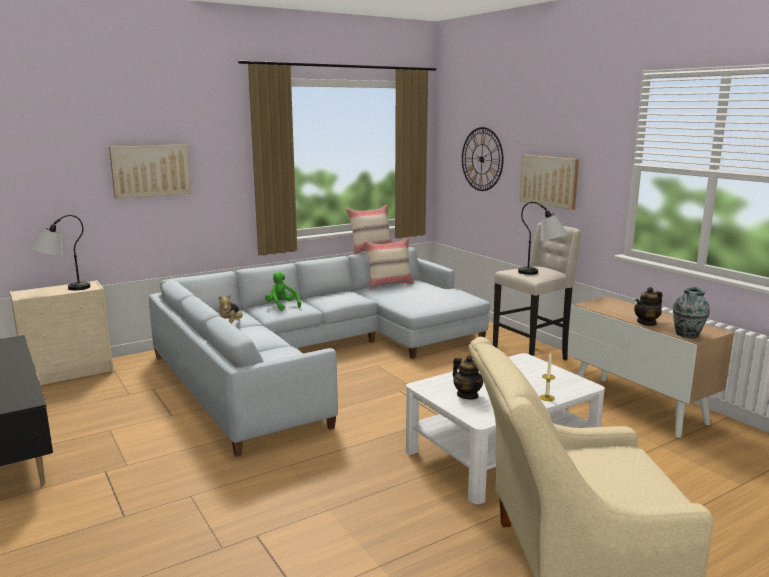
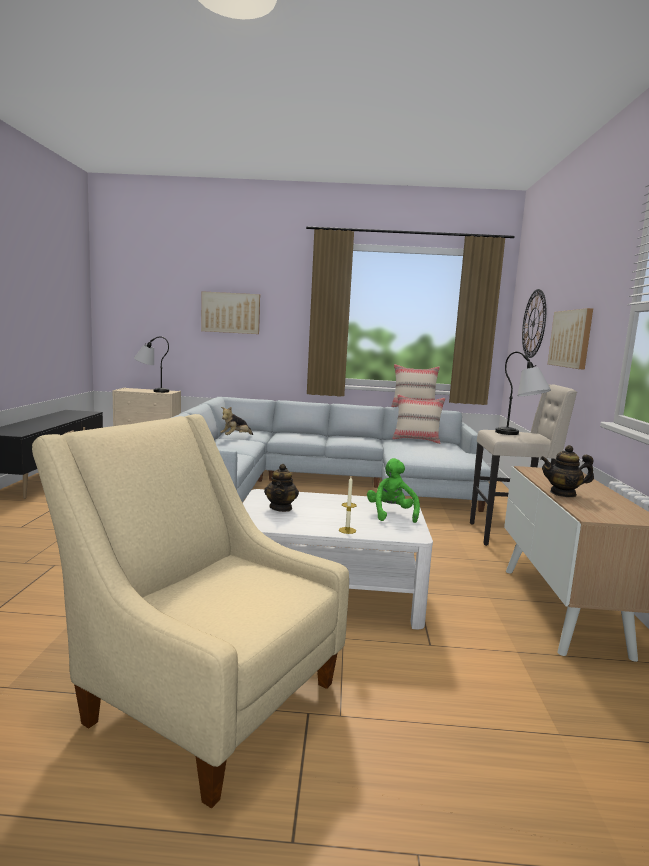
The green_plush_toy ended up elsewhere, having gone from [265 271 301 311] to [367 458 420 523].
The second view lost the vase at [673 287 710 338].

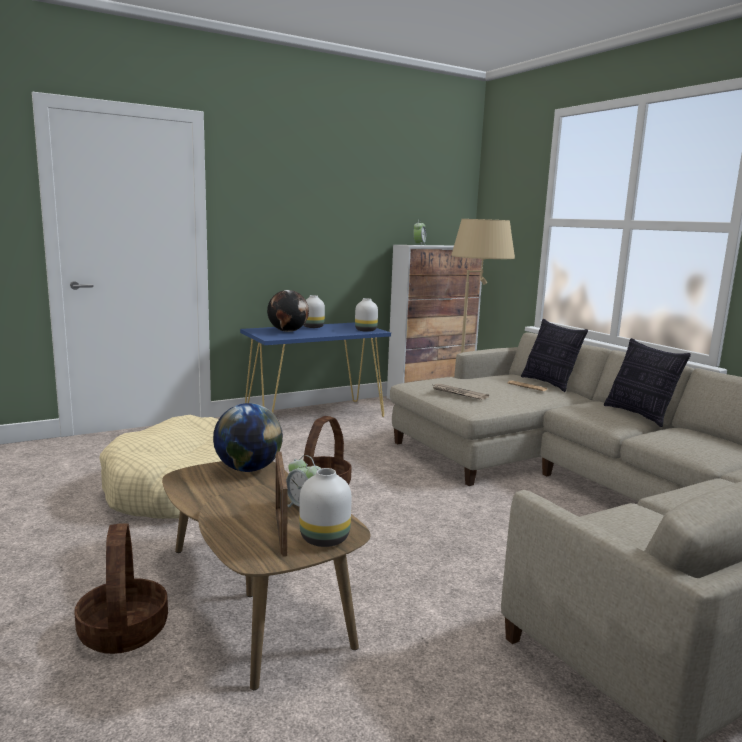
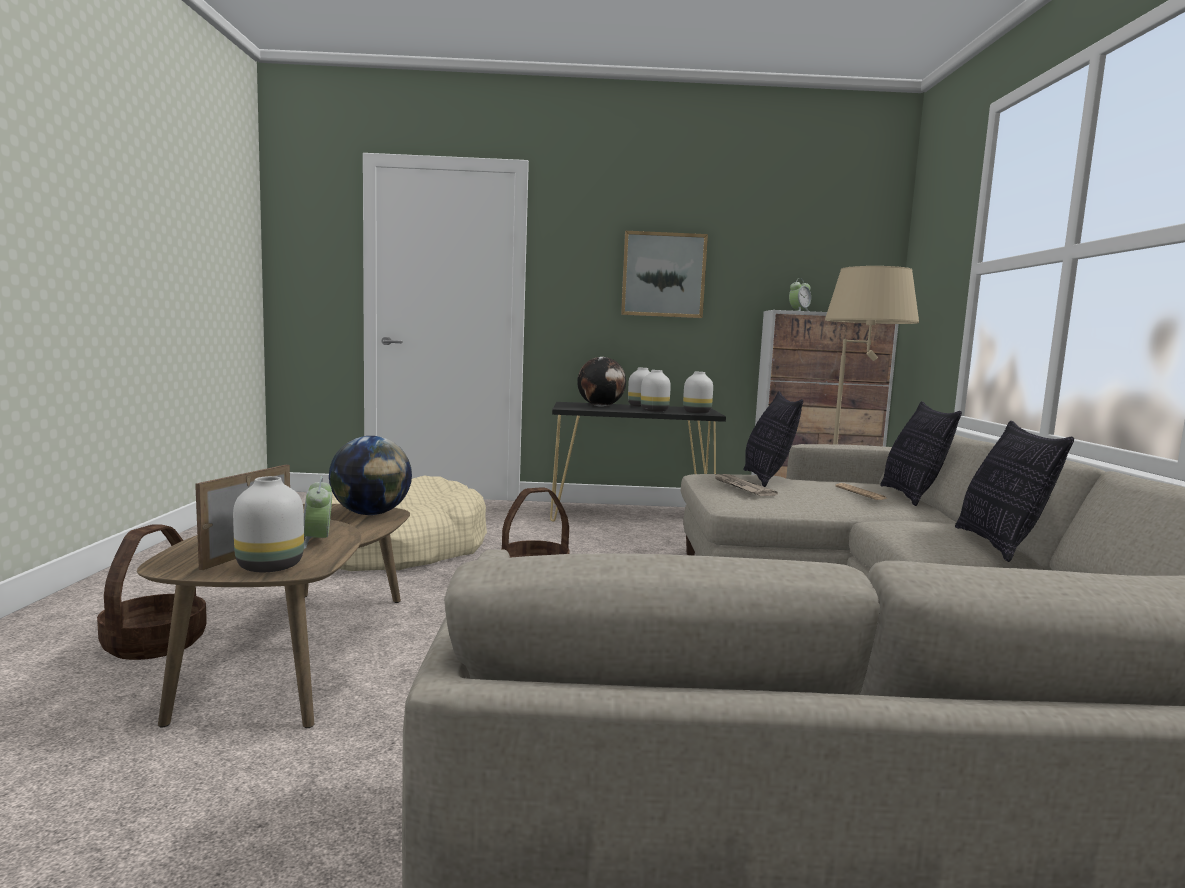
What was the blue_console_table at [240 322 391 417] turned into the black_console_table at [550 402 726 522].
The second view gained the picture at [621 231 708 318].
The second view gained the white_vase at [641 370 671 412].
The second view gained the pillow at [744 392 803 487].

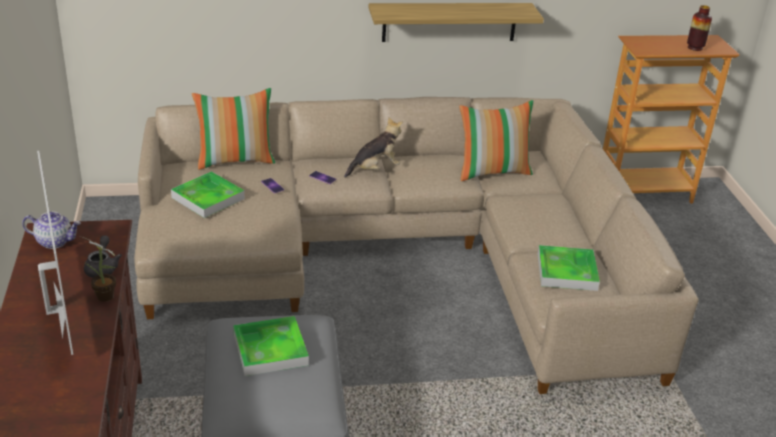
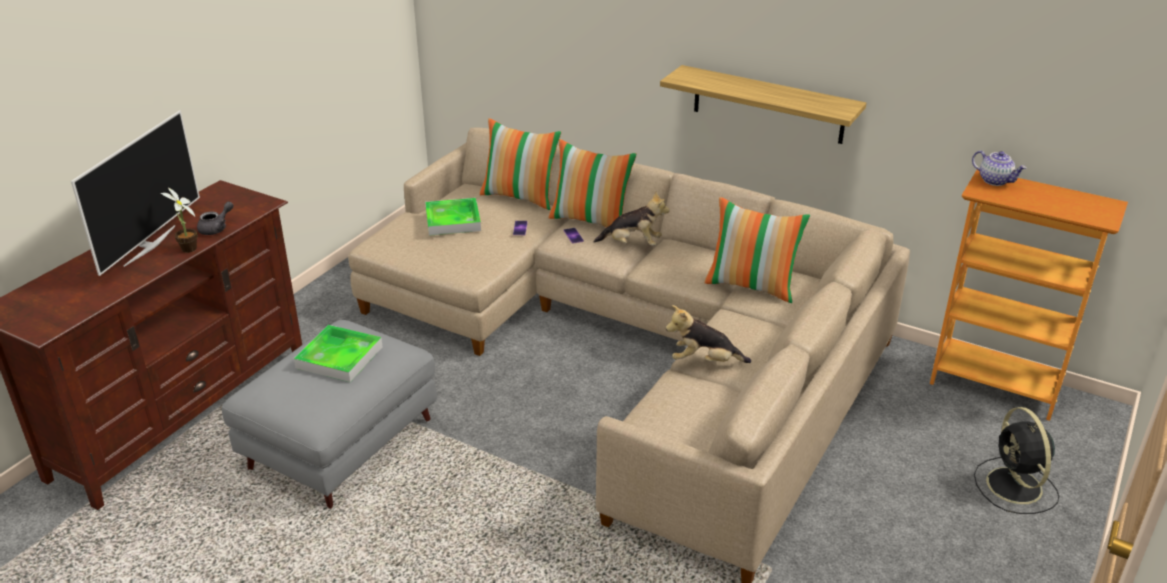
The second view gained the pillow at [549 139 637 227].
The second view gained the plush_toy at [666 305 751 363].
The teapot ended up elsewhere, having gone from [22 212 81 249] to [972 150 1027 186].
The second view gained the black_fan at [974 407 1059 514].
The second view lost the tray at [538 245 600 291].
The second view lost the vase at [687 5 712 51].

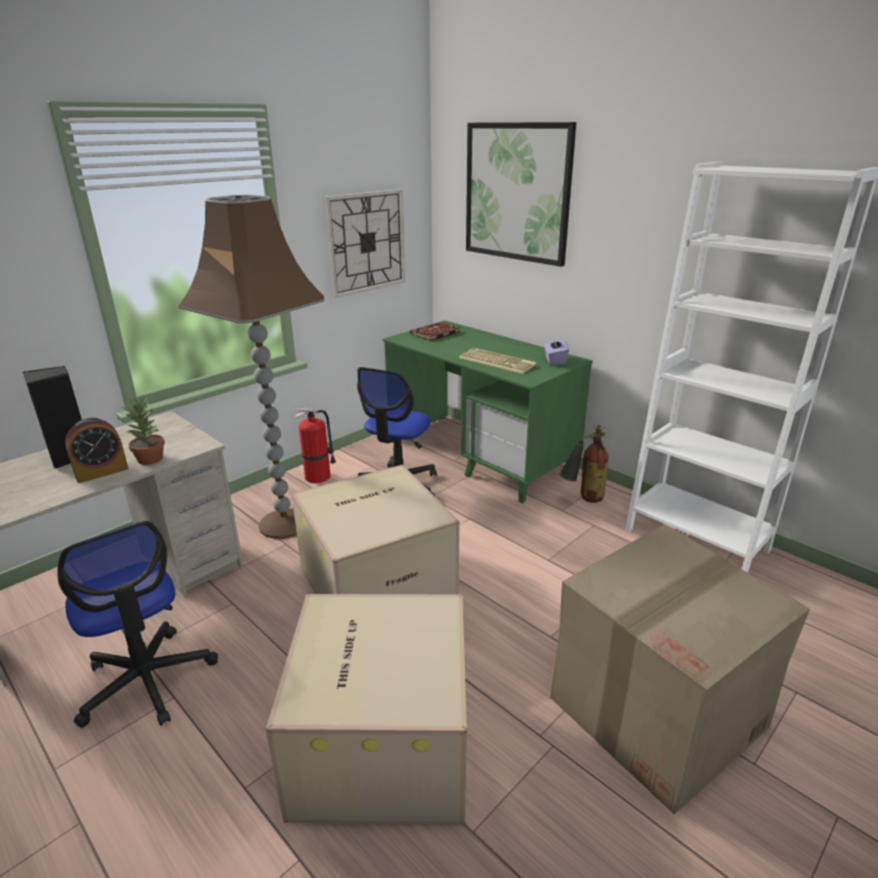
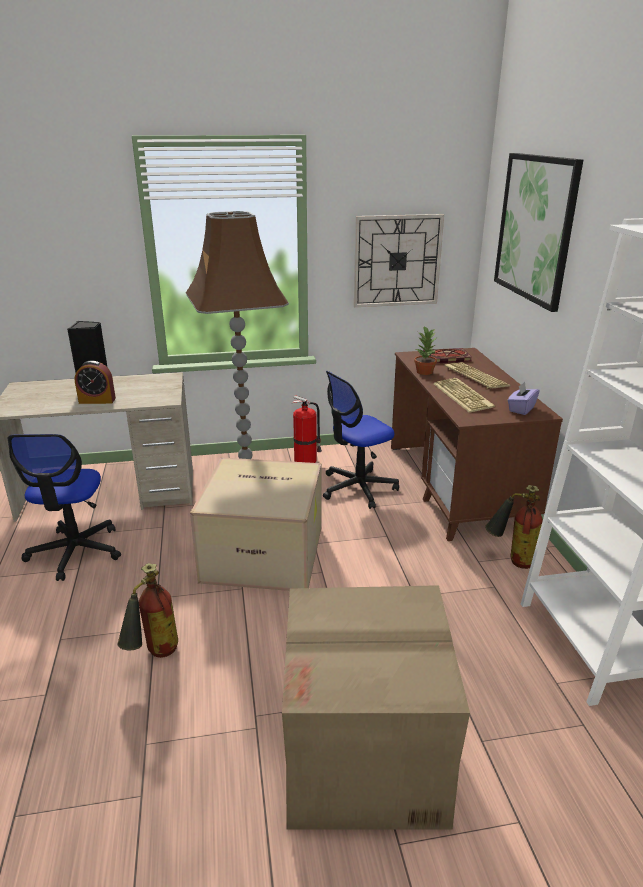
Where the cardboard_box stood at [266 594 467 824], the fire_extinguisher came to stand at [118 563 178 658].
What was the green_desk at [383 320 593 503] turned into the brown_desk at [391 348 563 541].
The potted_plant ended up elsewhere, having gone from [122 396 165 465] to [414 326 437 375].
The second view gained the keyboard at [444 362 511 389].

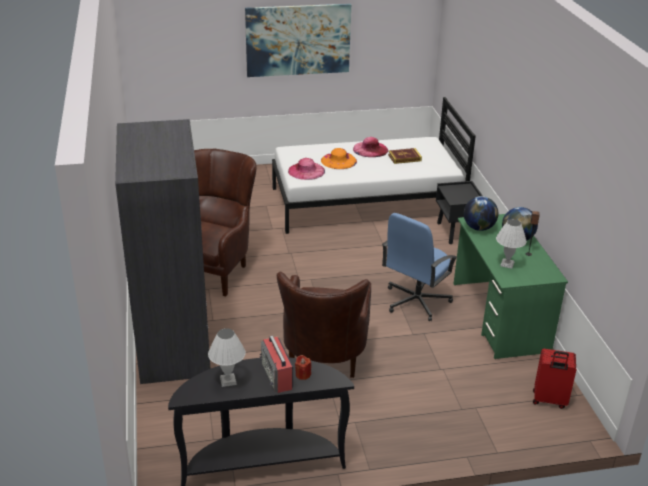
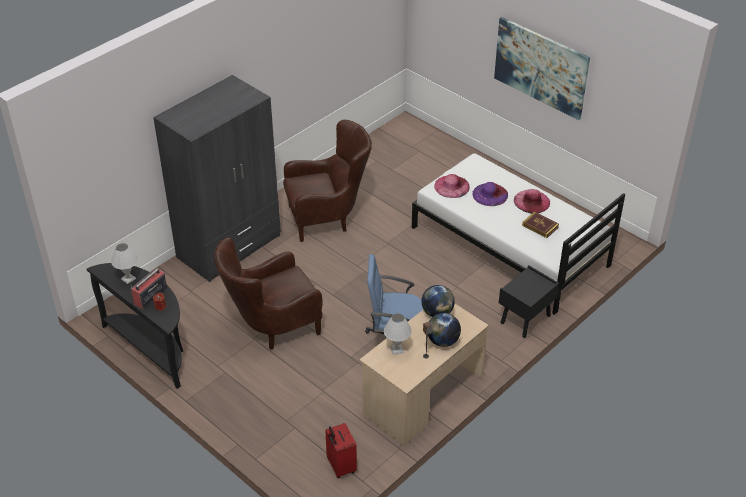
What was the green_desk at [454 214 568 359] turned into the beige_desk at [359 303 489 446].
What was the orange_hat at [321 148 357 169] turned into the purple_hat at [472 182 508 206].

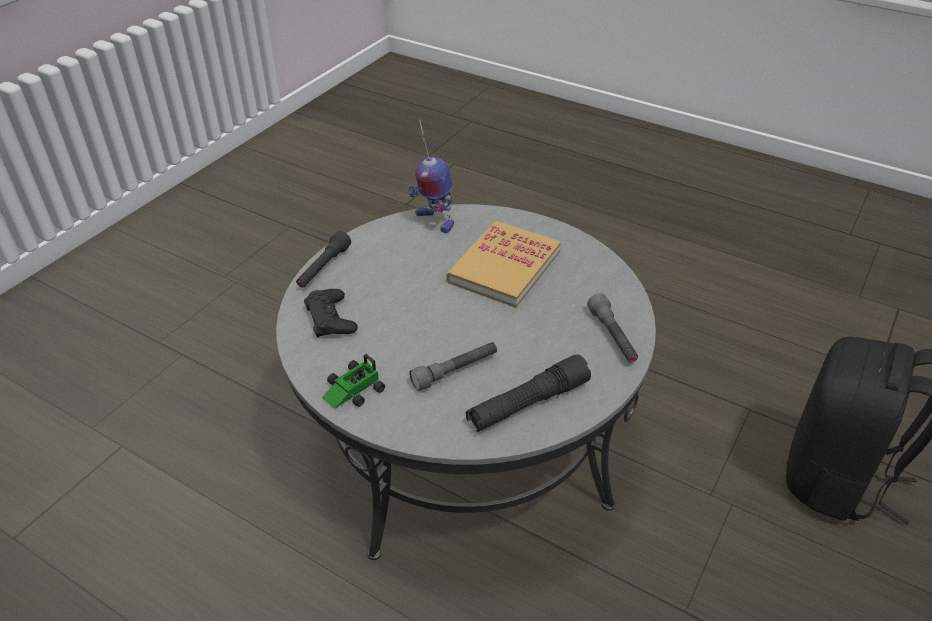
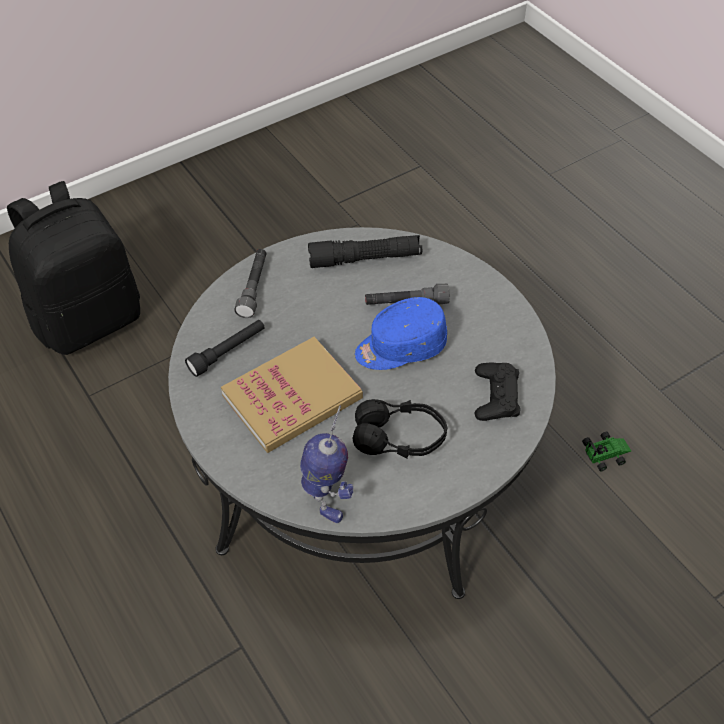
The black_flashlight ended up elsewhere, having gone from [296 231 351 288] to [185 320 265 377].
The second view gained the black_headphones at [353 399 448 459].
The second view gained the blue_cap at [355 297 447 370].
The toy_car ended up elsewhere, having gone from [322 354 385 409] to [582 432 631 471].

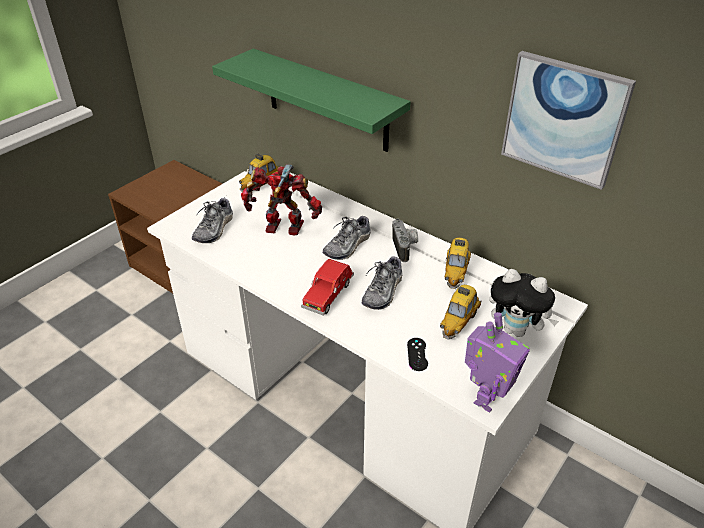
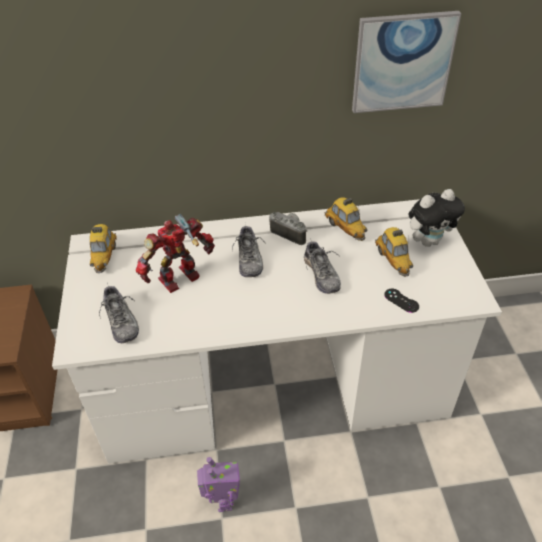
The toy_robot ended up elsewhere, having gone from [465 312 530 413] to [197 457 240 512].
The second view lost the green_shelf at [212 49 411 152].
The second view lost the red_toy_car at [301 259 354 316].

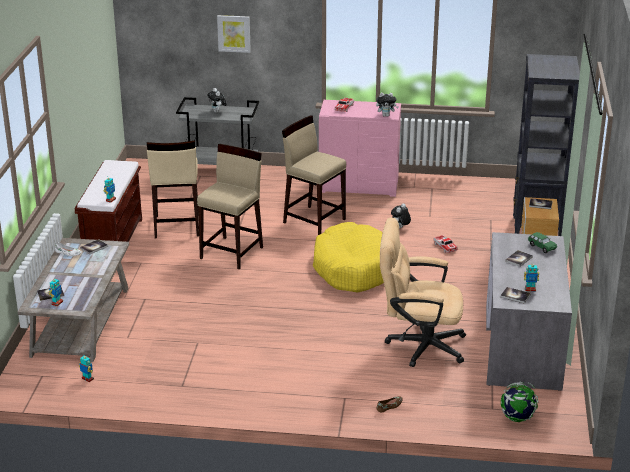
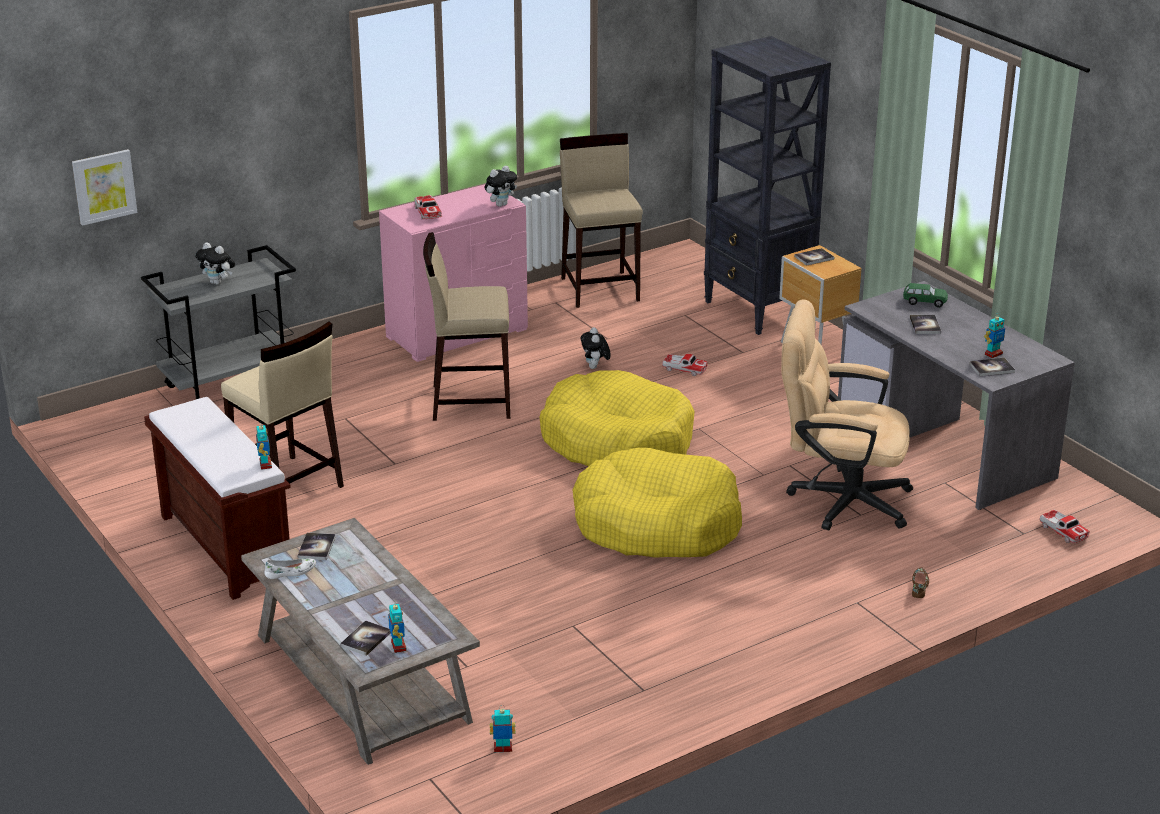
The picture ended up elsewhere, having gone from [217 15 251 53] to [72 149 137 226].
The beige_stool ended up elsewhere, having gone from [197 144 263 269] to [560 133 643 308].
The second view gained the yellow_dog_bed at [573 448 742 558].
The beige_office_chair at [380 217 466 367] ended up facing another way, 45 degrees clockwise from before.
Where the globe stood at [501 381 539 422], the toy_car came to stand at [1040 510 1090 543].

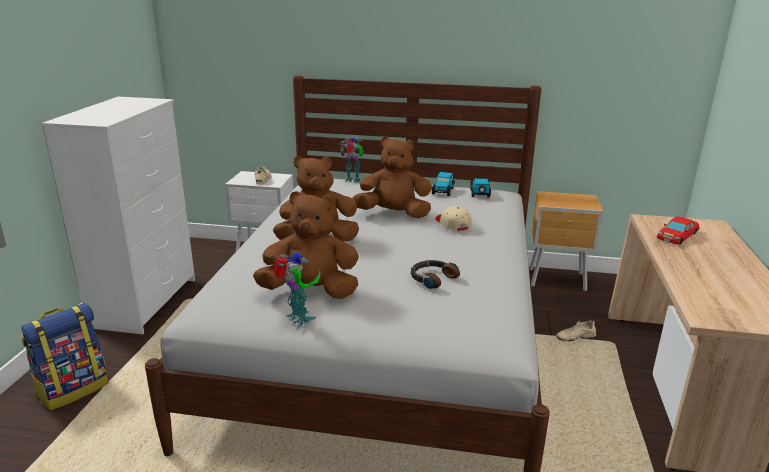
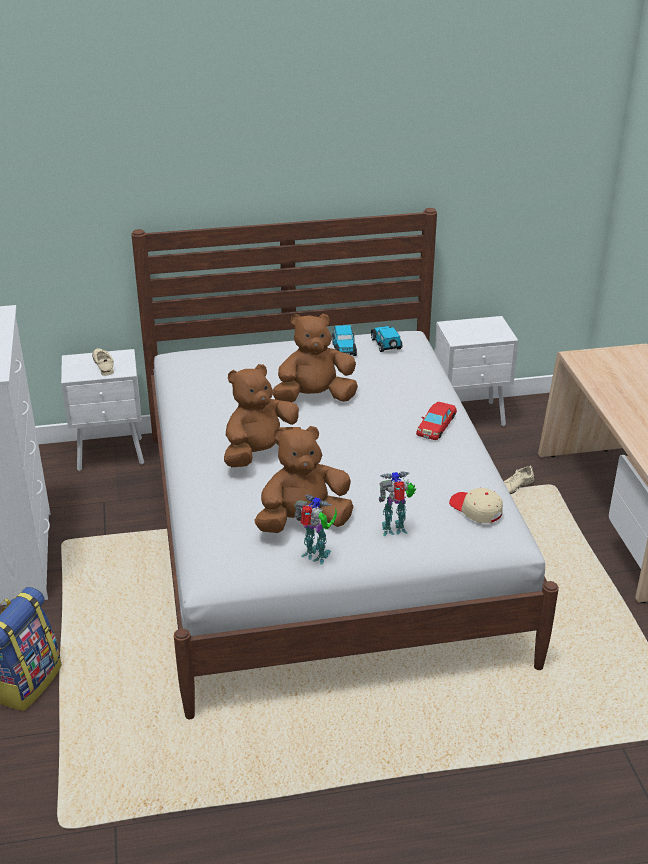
The toy_robot ended up elsewhere, having gone from [340 138 363 183] to [379 471 416 536].
The red_toy_car ended up elsewhere, having gone from [657 216 699 244] to [416 402 457 440].
What was the brown_nightstand at [529 191 603 291] turned into the white_nightstand at [435 316 518 426].
The beige_cap ended up elsewhere, having gone from [435 206 472 231] to [449 488 503 523].
The second view lost the headphones at [411 260 460 289].

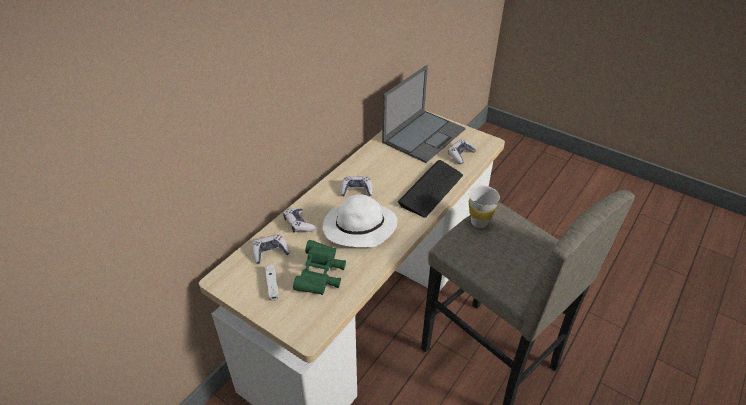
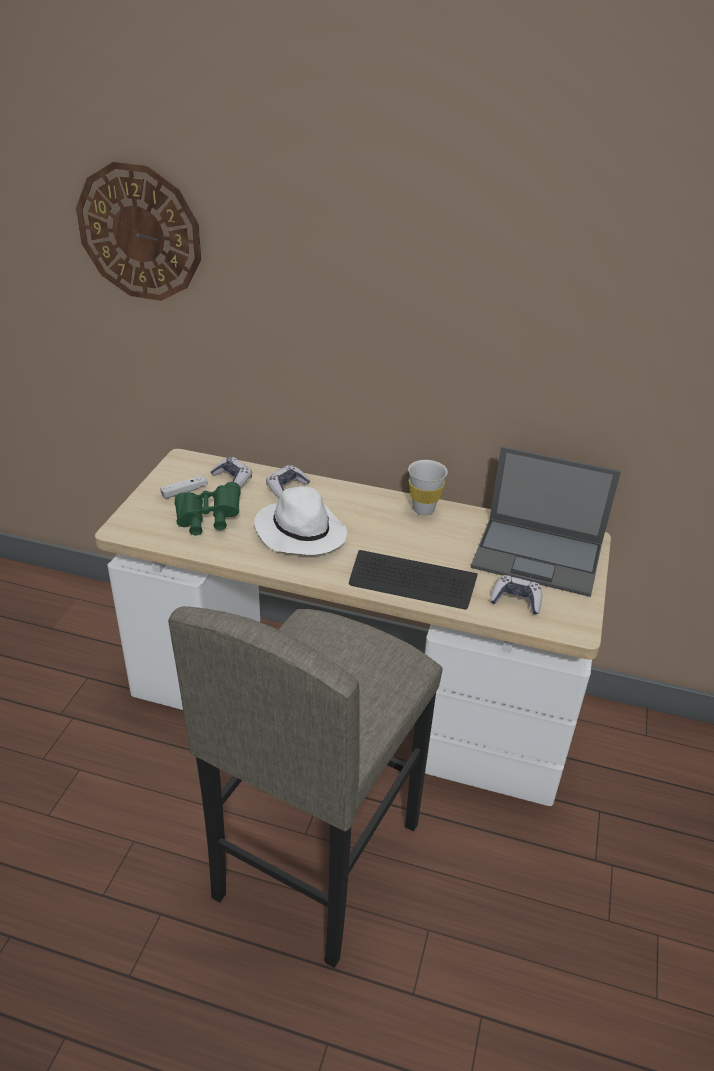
The second view gained the wall_clock at [76 162 201 301].
The white_cup ended up elsewhere, having gone from [469 185 500 228] to [408 460 448 515].
The second view lost the game_controller at [341 176 373 196].

